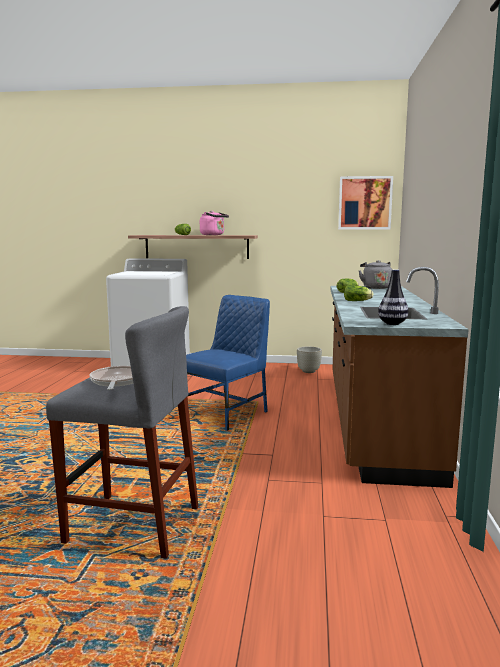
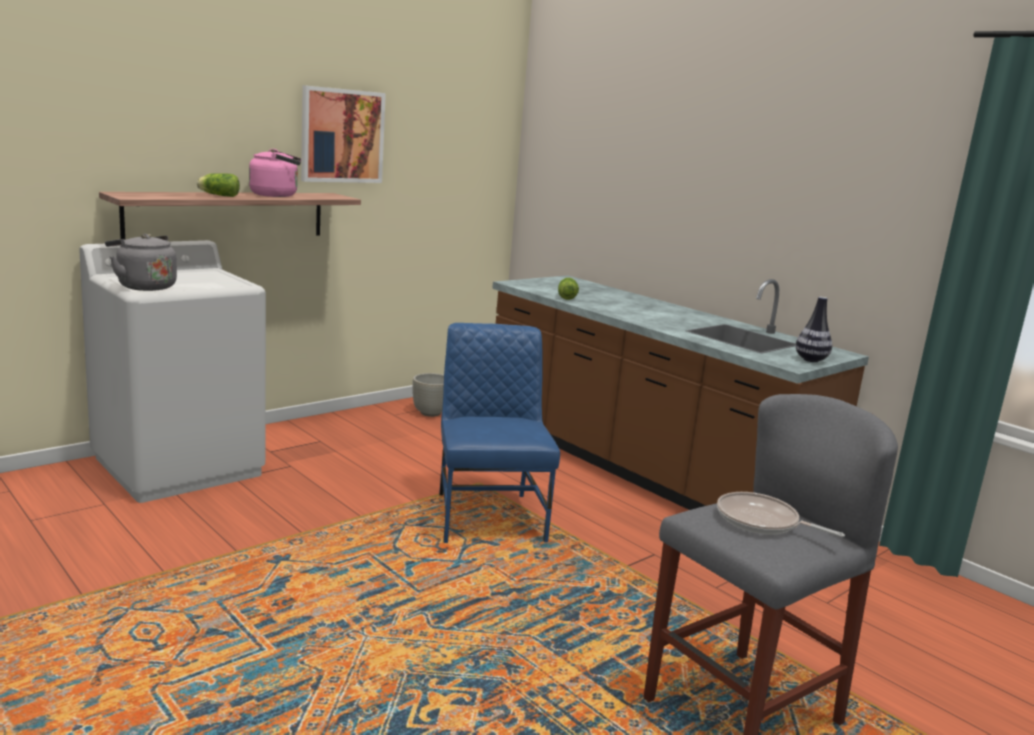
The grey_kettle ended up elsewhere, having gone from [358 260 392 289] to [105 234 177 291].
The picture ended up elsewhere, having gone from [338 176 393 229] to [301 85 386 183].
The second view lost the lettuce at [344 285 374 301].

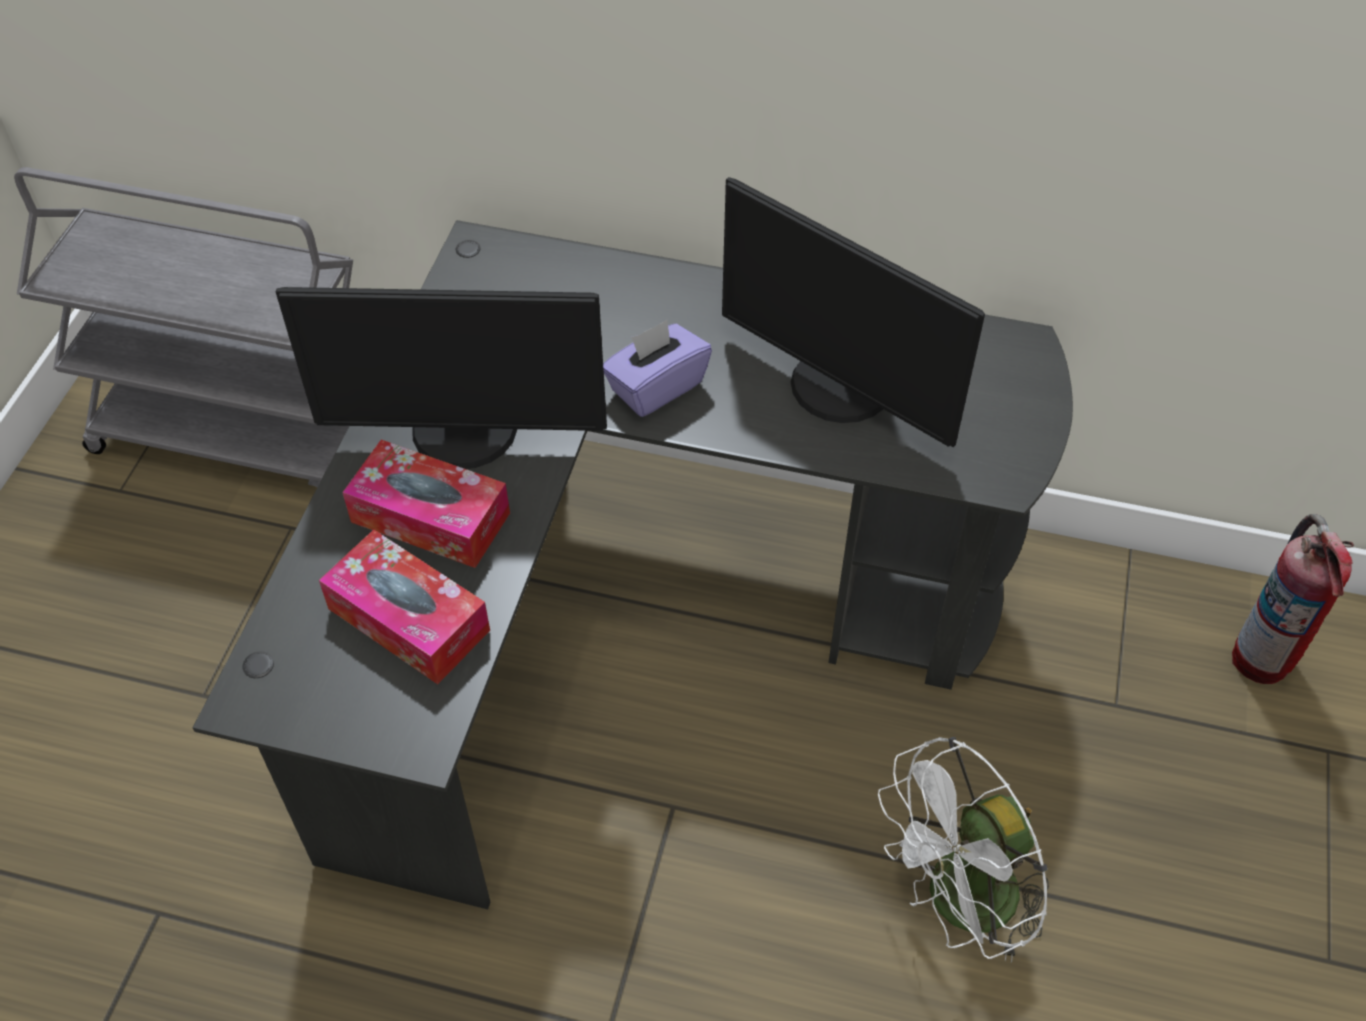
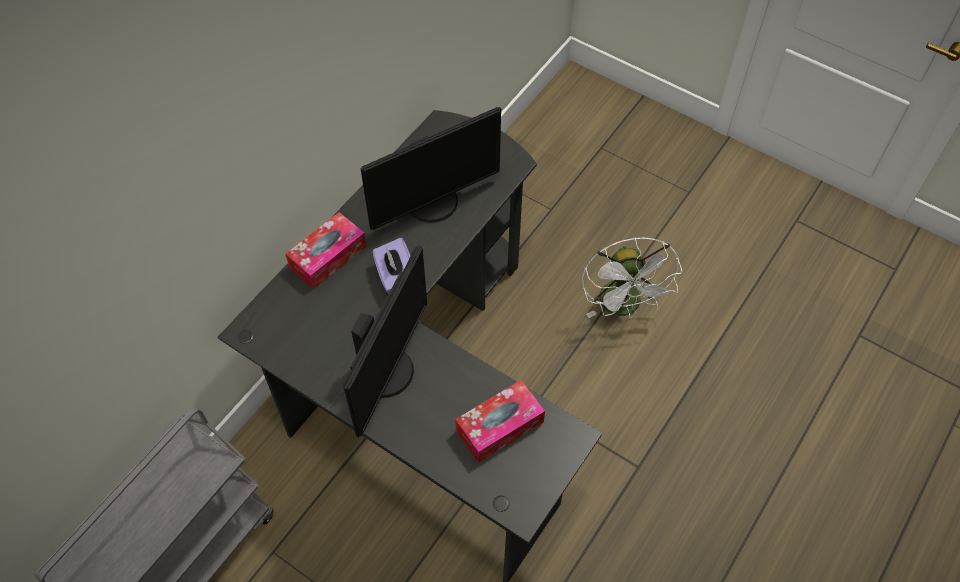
The tissue_box ended up elsewhere, having gone from [342 440 510 568] to [285 212 367 289].
The second view lost the fire_extinguisher at [1232 514 1354 684].

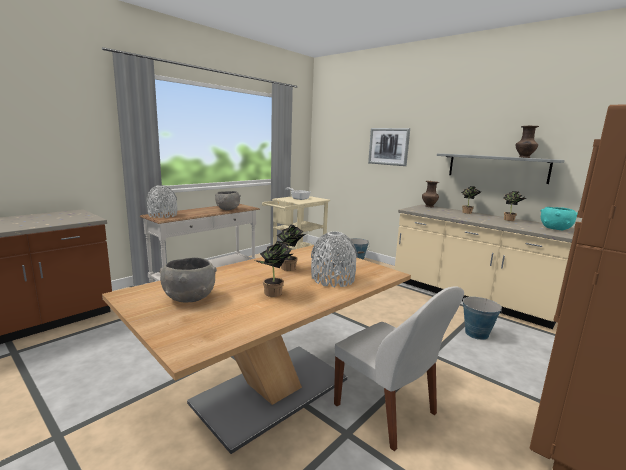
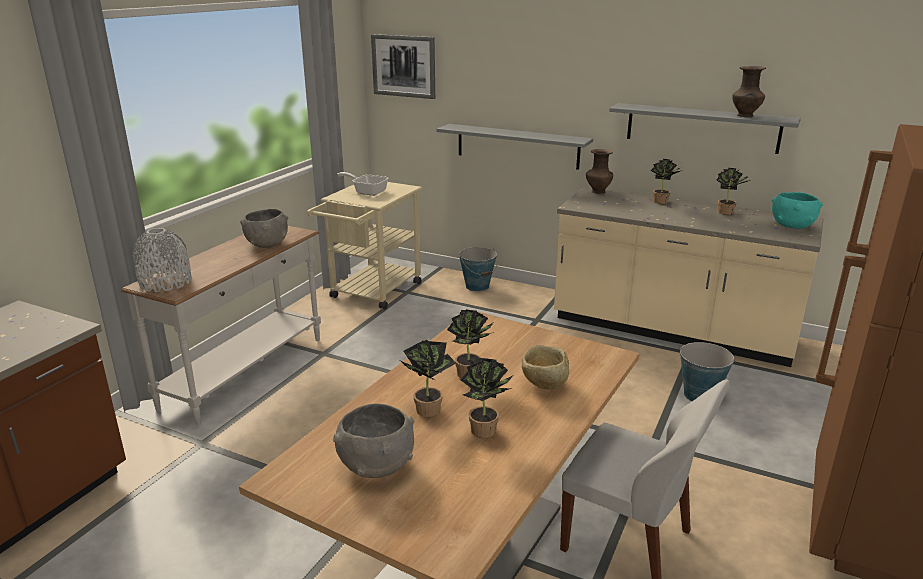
The picture ended up elsewhere, having gone from [368 128 410 166] to [371 34 435 99].
The second view gained the potted_plant at [401 340 456 417].
The second view gained the grey_shelf at [436 124 593 170].
Where the grey_vase stood at [311 231 357 288], the beige_bowl came to stand at [522 345 569 389].

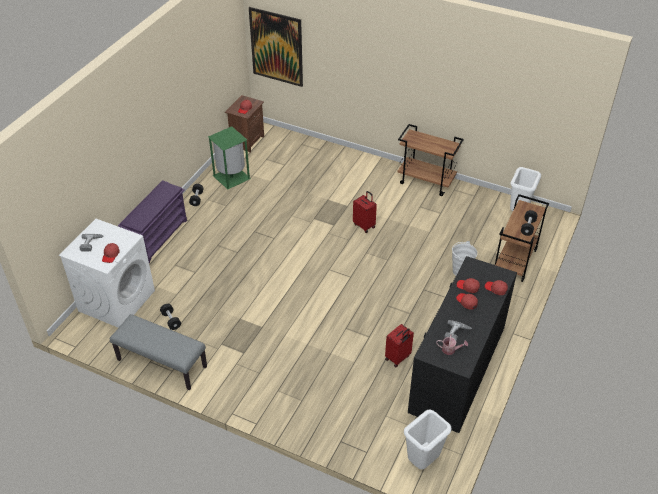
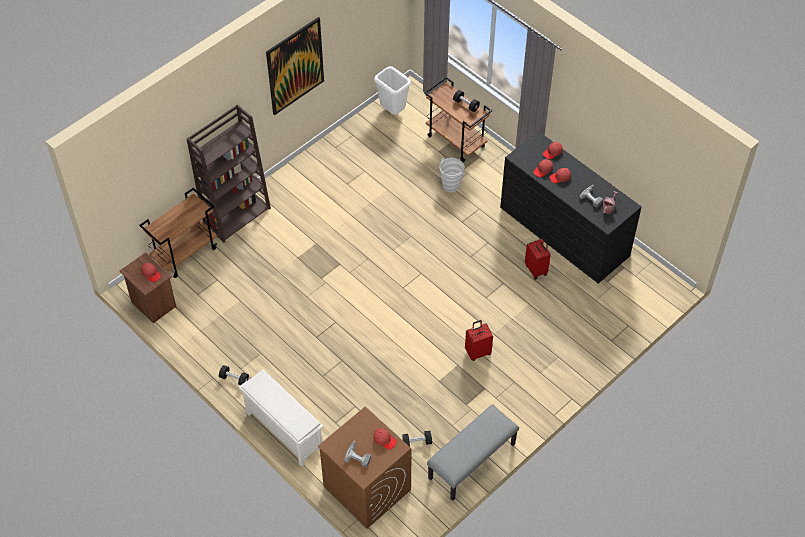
The brown_cart ended up elsewhere, having gone from [398 124 464 196] to [139 188 217 278].
The second view gained the brown_bookcase at [187 104 271 242].
What was the purple_shoe_rack at [118 180 187 263] turned into the white_shoe_rack at [239 370 323 467].
The picture ended up elsewhere, having gone from [249 7 303 87] to [266 17 324 115].
What was the white_washing_machine at [59 219 155 328] turned into the brown_washing_machine at [318 406 412 529].
The red_suitcase ended up elsewhere, having gone from [353 191 377 233] to [465 320 493 361].
The second view lost the green_trash_can at [208 126 251 190].
The second view lost the white_trash_can at [404 410 451 469].

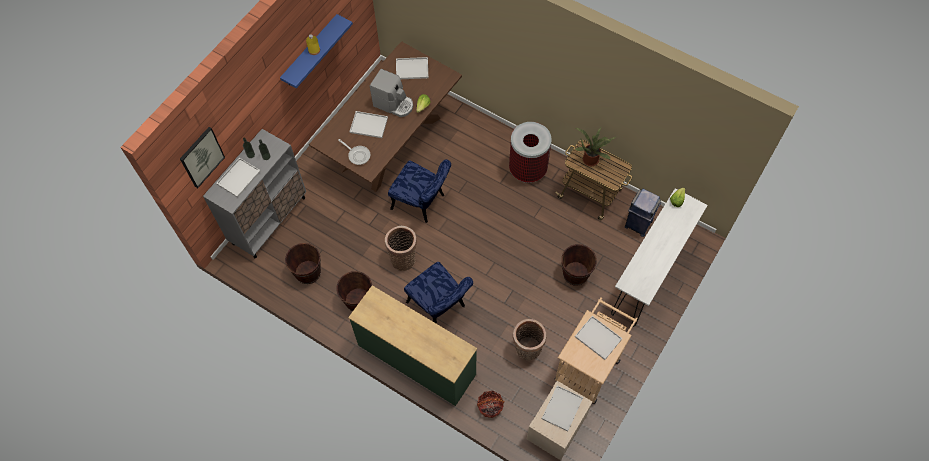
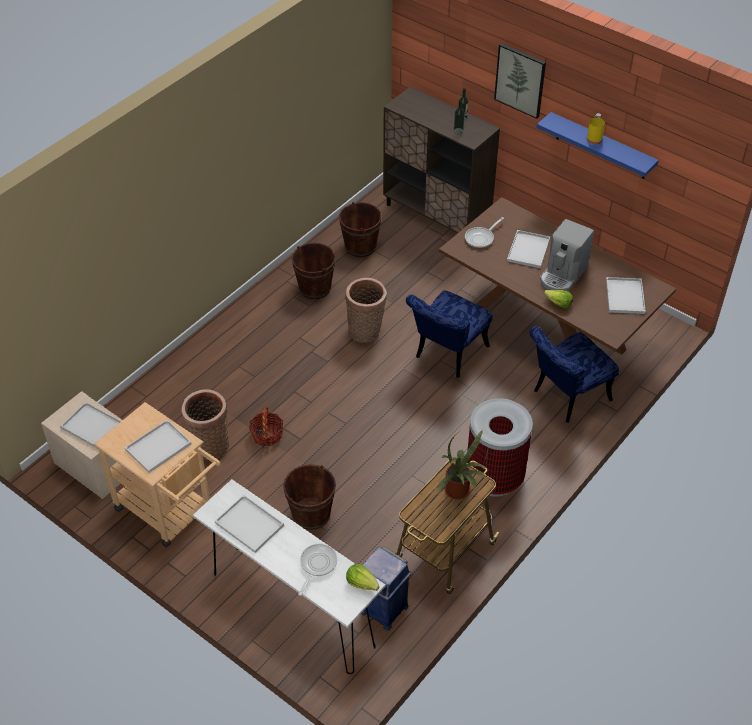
The white_tray ended up elsewhere, having gone from [216 158 261 197] to [215 495 284 553].
The basket ended up elsewhere, having gone from [477 391 505 418] to [249 407 284 446].
The second view gained the frying_pan at [298 544 337 596].
What was the grey_cabinet at [203 129 306 258] turned into the brown_cabinet at [383 87 500 233].
The picture ended up elsewhere, having gone from [180 127 225 188] to [494 43 546 119].
The blue_chair ended up elsewhere, having gone from [404 262 473 324] to [529 326 619 423].
The second view lost the green_dresser at [348 285 477 406].

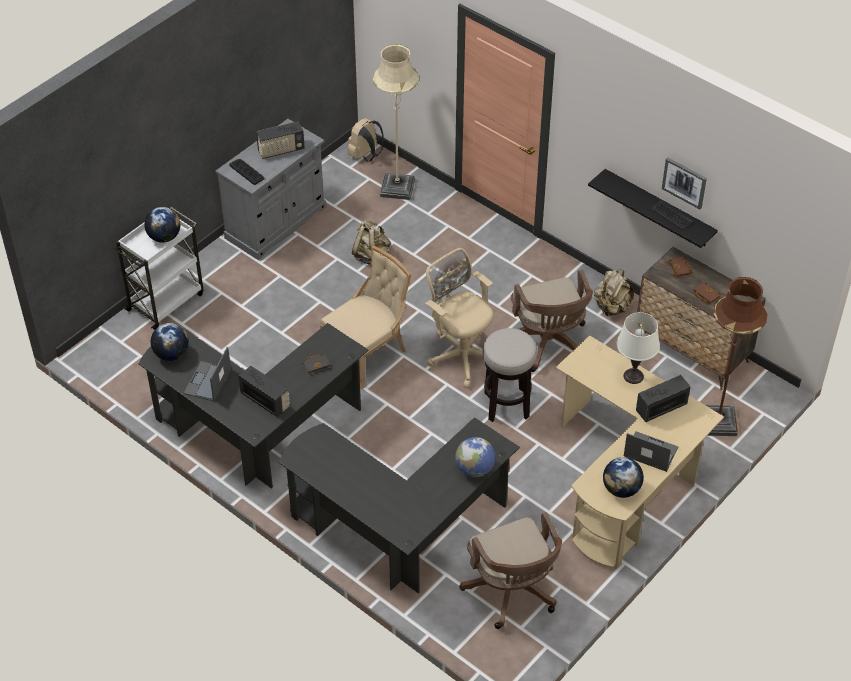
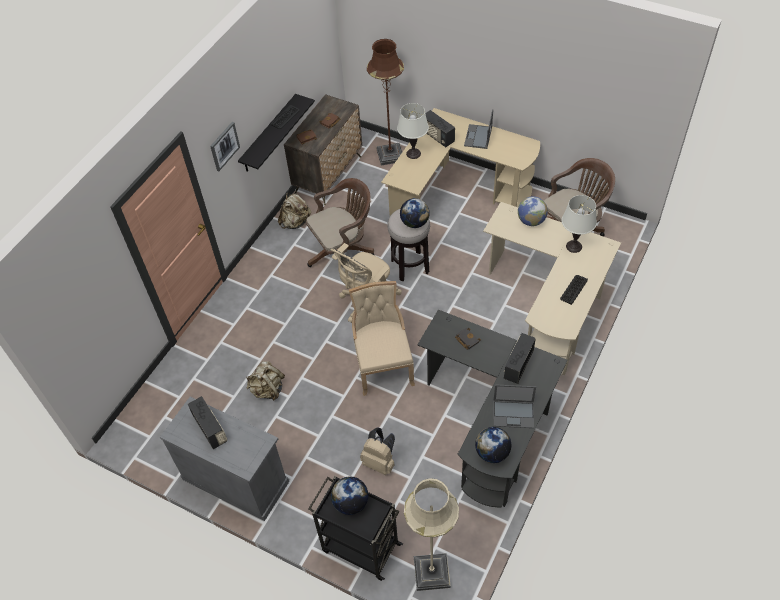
The picture ended up elsewhere, having gone from [662 157 707 209] to [210 122 240 171].
What was the white_cart at [114 207 203 330] turned into the black_cart at [308 476 403 581].
The beige_chair at [320 246 411 389] ended up facing another way, 45 degrees clockwise from before.
The beige_backpack ended up elsewhere, having gone from [348 118 384 162] to [360 427 395 475].
The globe ended up elsewhere, having gone from [603 457 644 498] to [400 198 430 228].
The beige_floor_lamp ended up elsewhere, having gone from [373 44 419 200] to [404 478 459 591].
What was the black_desk at [279 417 520 593] turned into the beige_desk at [483 202 621 375].
The keyboard ended up elsewhere, having gone from [229 159 265 185] to [560 275 588 305].
The second view gained the white_table_lamp at [562 195 597 253].

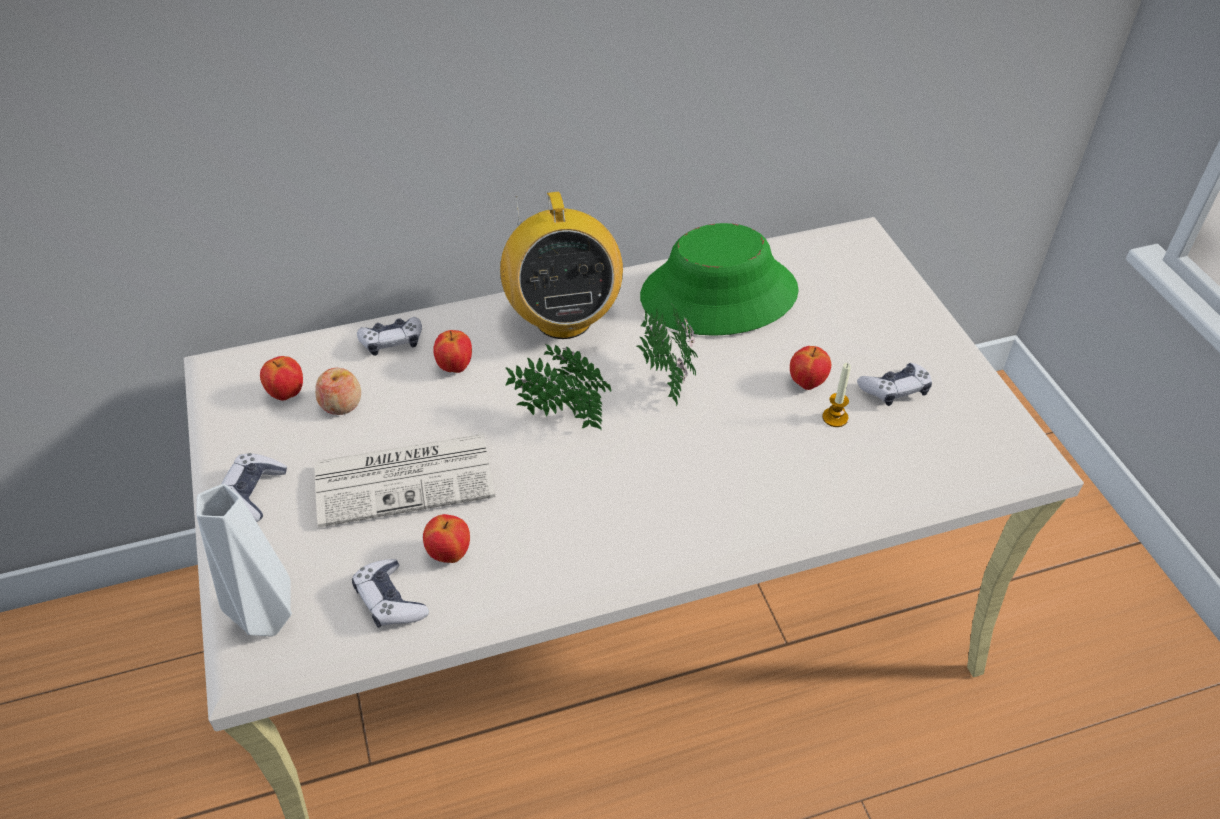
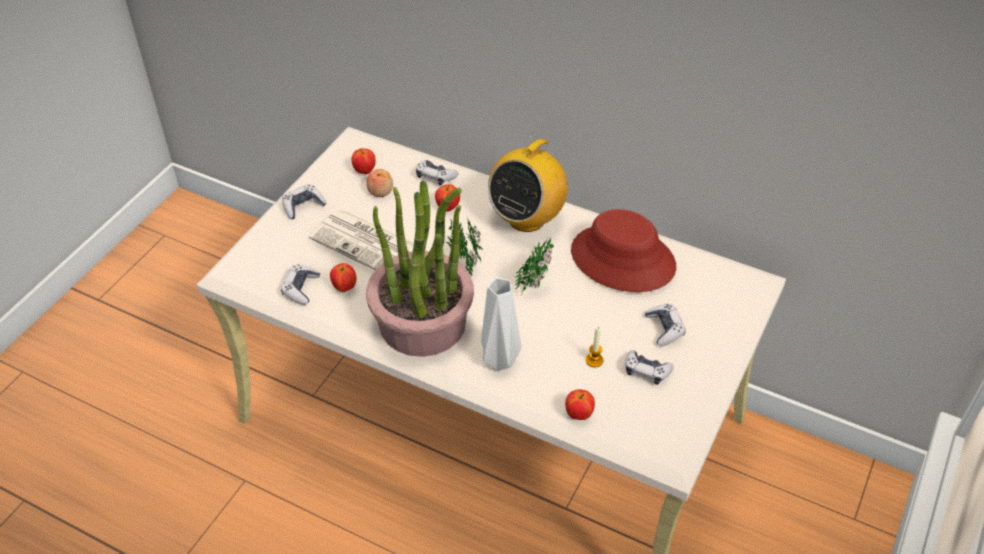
The second view gained the potted_plant at [366 181 474 357].
The white_vase ended up elsewhere, having gone from [197 484 292 637] to [481 278 522 371].
The apple ended up elsewhere, having gone from [790 346 831 390] to [565 389 595 420].
What was the green_hat at [640 223 799 336] turned into the red_hat at [571 209 676 292].
The second view gained the game_controller at [645 304 686 347].

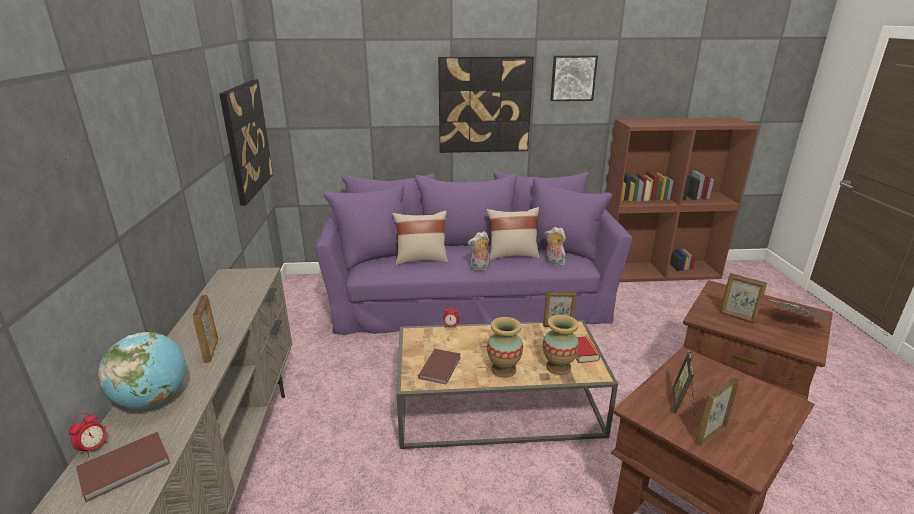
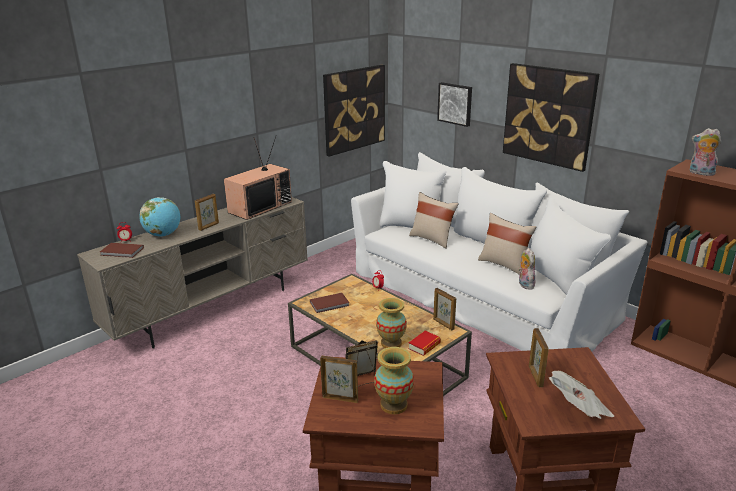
The second view gained the television at [224 135 292 220].
What was the purple_sofa at [315 171 632 335] turned into the white_sofa at [351 152 647 352].
The vase ended up elsewhere, having gone from [487 317 523 378] to [374 347 414 414].
The picture ended up elsewhere, having gone from [550 55 598 101] to [437 82 472 127].
The plush_toy ended up elsewhere, having gone from [468 231 490 271] to [690 128 721 176].

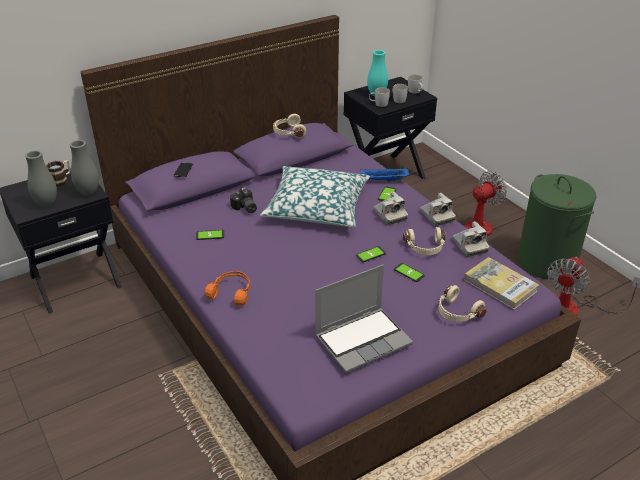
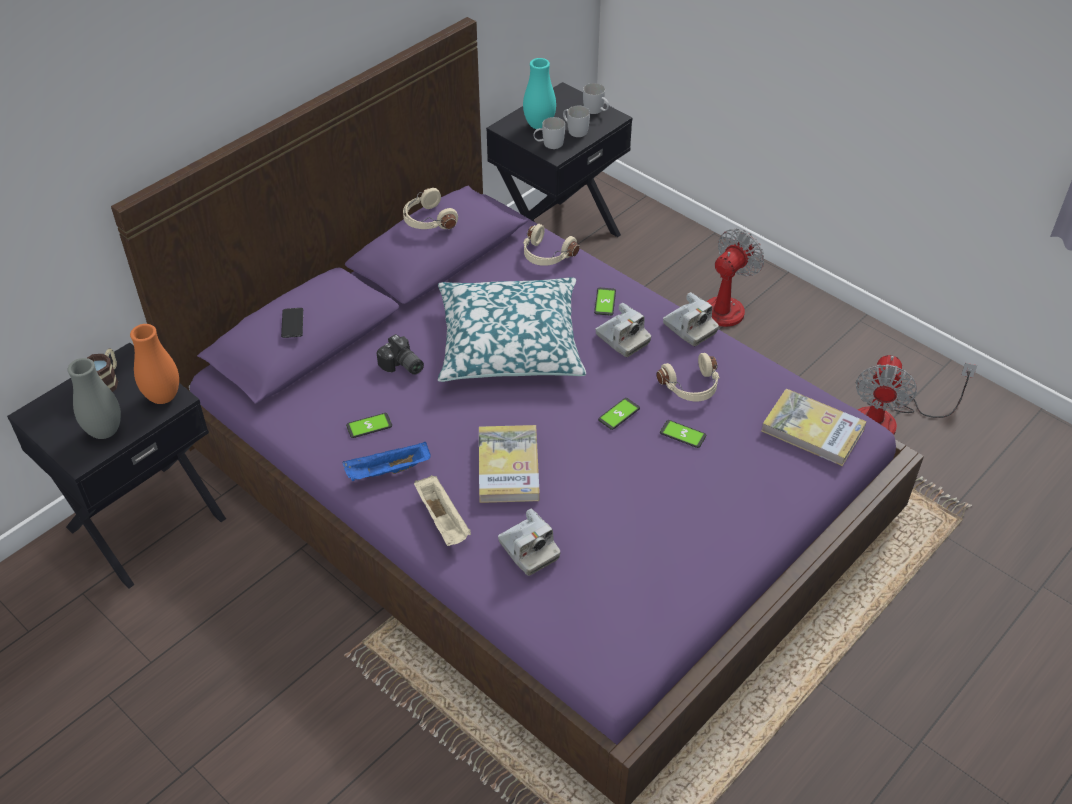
What was the grey_vase at [70 140 99 195] turned into the orange_vase at [130 324 179 404].
The blue_tray ended up elsewhere, having gone from [360 168 409 182] to [343 441 431 481].
Where the orange_headphones stood at [205 271 250 306], the beige_tray came to stand at [414 475 471 546].
The second view gained the book at [479 425 540 503].
The photo_camera ended up elsewhere, having gone from [453 221 489 257] to [498 508 560 576].
The beige_headphones ended up elsewhere, having gone from [438 285 487 322] to [523 224 580 266].
The second view lost the laptop at [315 265 413 373].
The second view lost the green_laundry_basket at [517 174 596 280].

